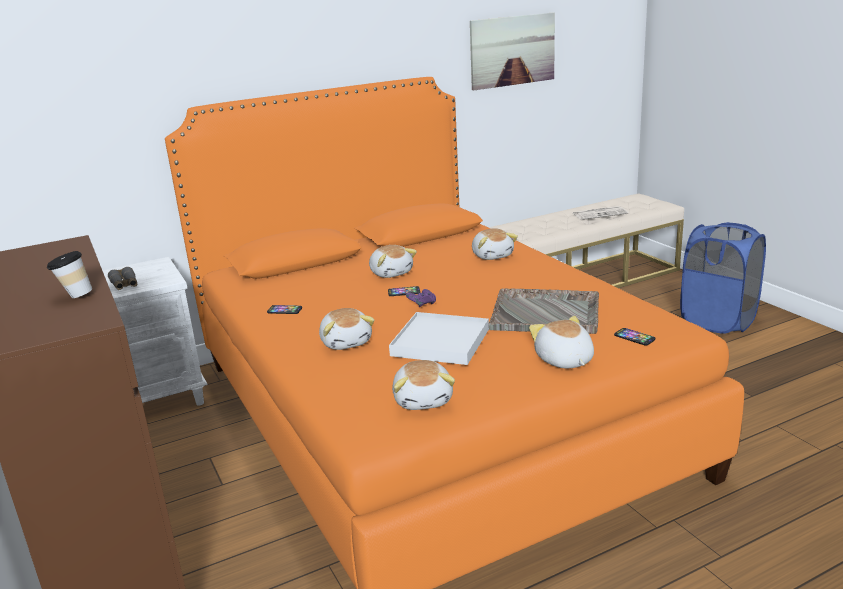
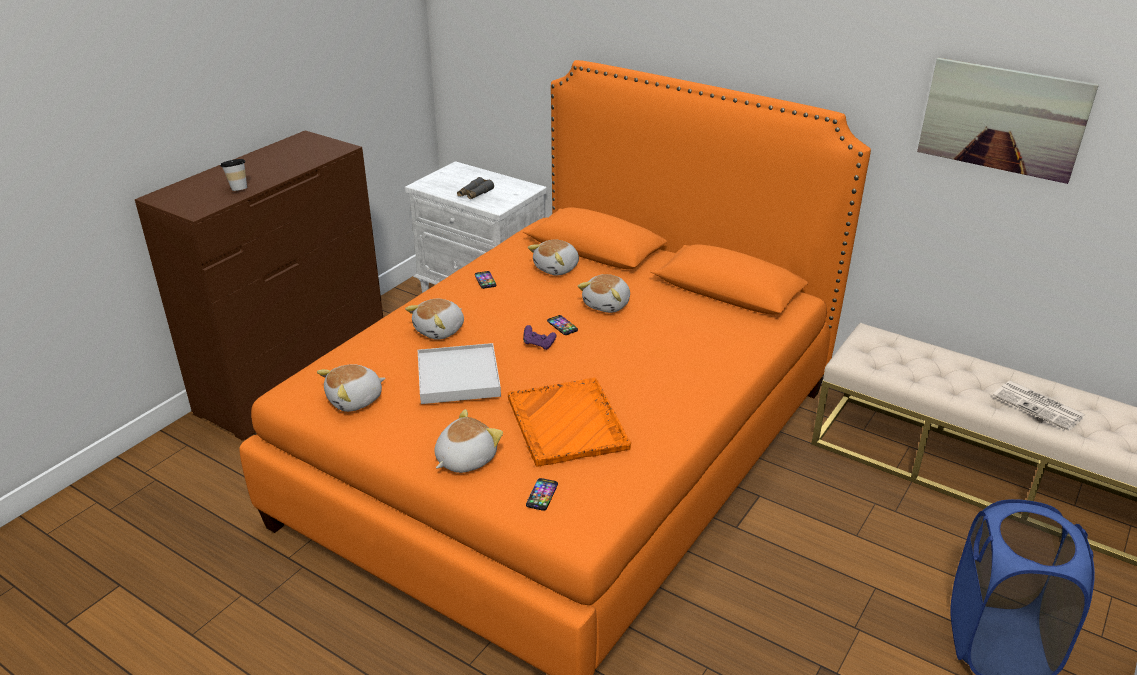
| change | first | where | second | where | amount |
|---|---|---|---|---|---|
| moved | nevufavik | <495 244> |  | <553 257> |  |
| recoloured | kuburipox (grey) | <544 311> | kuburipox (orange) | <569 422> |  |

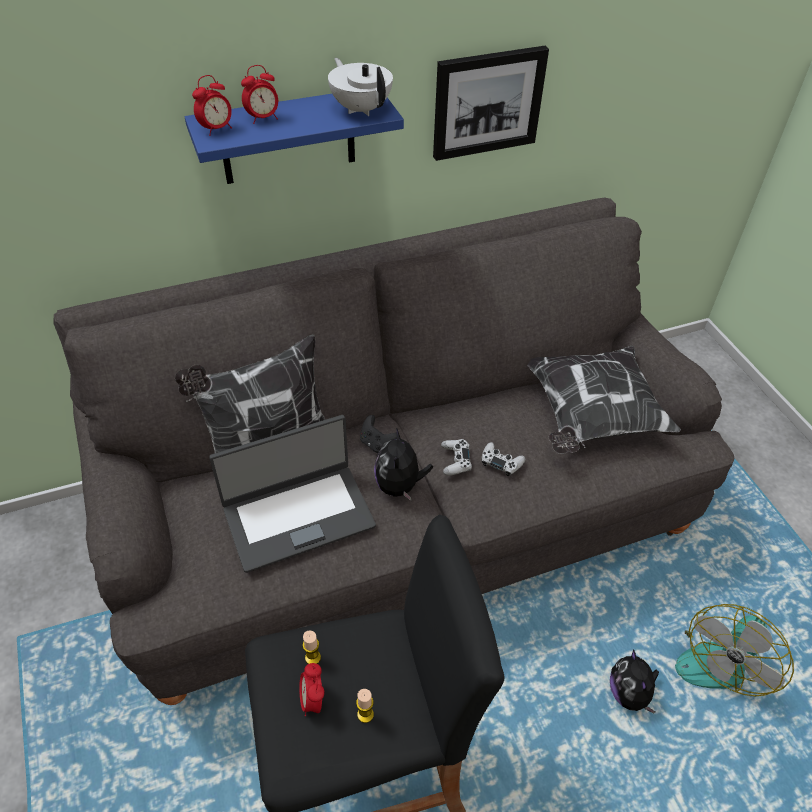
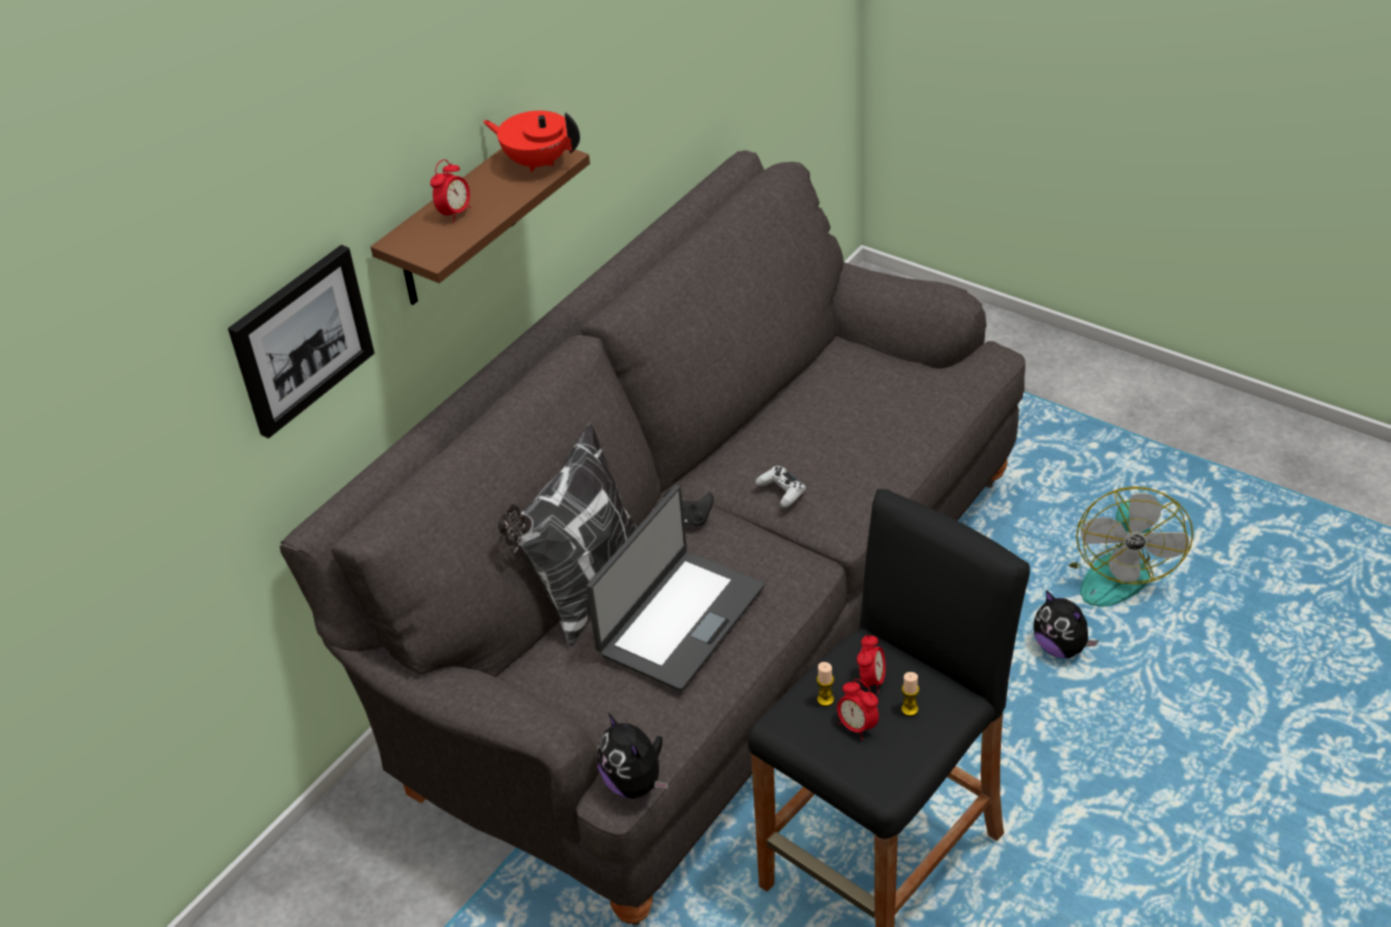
| change | first | where | second | where | amount |
|---|---|---|---|---|---|
| recoloured | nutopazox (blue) | <294 139> | nutopazox (brown) | <480 226> |  |
| moved | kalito | <212 105> |  | <871 664> |  |
| recoloured | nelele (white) | <360 87> | nelele (red) | <531 141> |  |
| moved | nevufavik | <403 464> |  | <633 755> |  |
| moved | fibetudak | <491 103> |  | <301 342> |  |
| removed | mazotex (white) | <503 459> |  |  |  |
| removed | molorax | <604 400> |  |  |  |

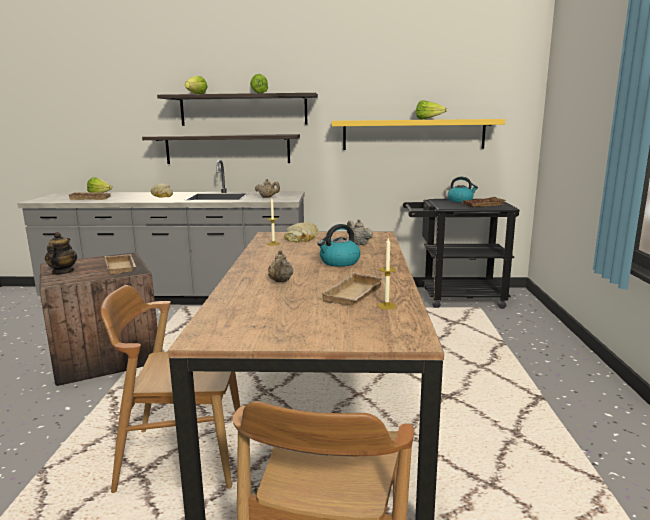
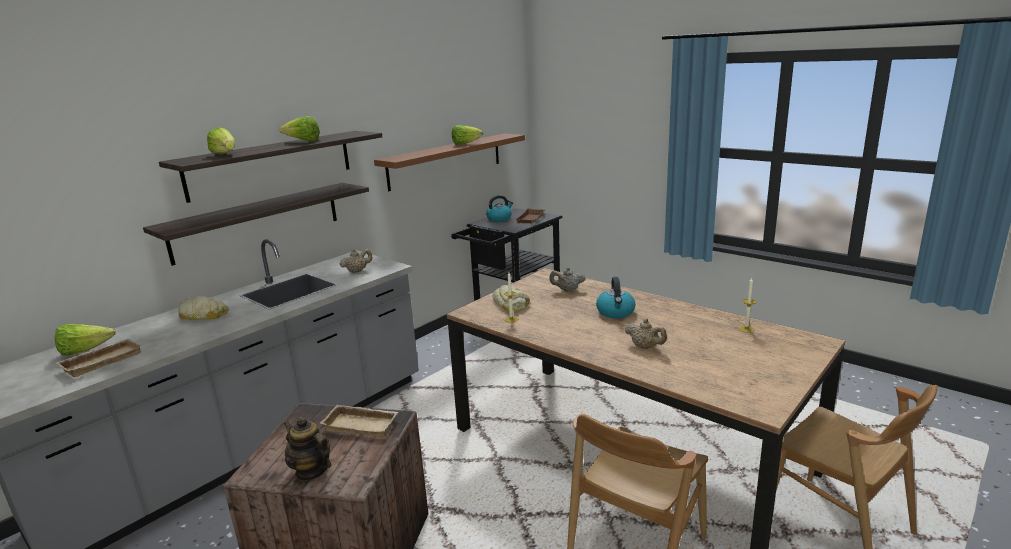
| change | first | where | second | where | amount |
|---|---|---|---|---|---|
| removed | kuburipox (beige) | <353 289> |  |  |  |
| recoloured | nutopazox (yellow) | <418 134> | nutopazox (brown) | <449 162> |  |

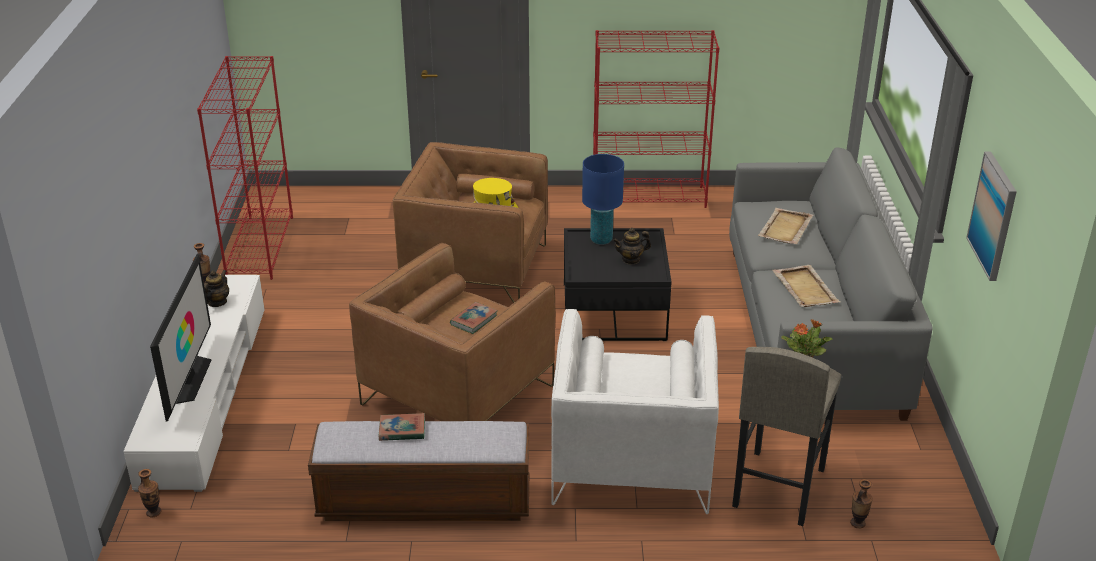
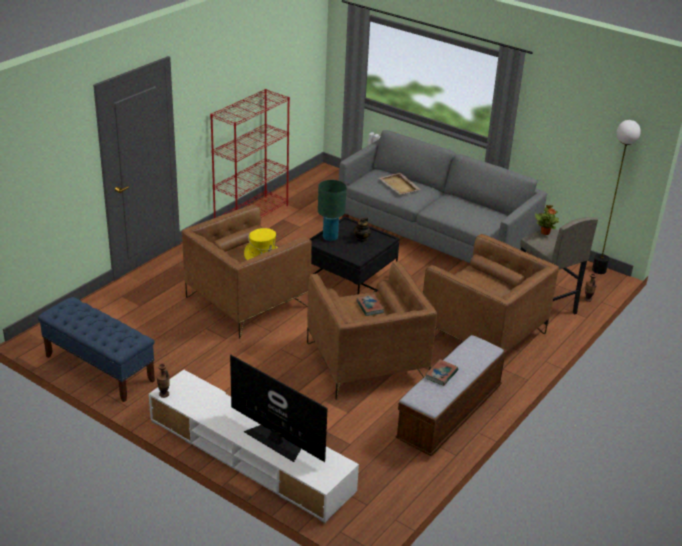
| change | first | where | second | where | amount |
|---|---|---|---|---|---|
| removed | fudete | <150 493> |  |  |  |
| replaced | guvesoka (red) | <245 168> | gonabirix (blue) | <96 349> |  |
| removed | nelele | <216 288> |  |  |  |
| recoloured | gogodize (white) | <635 411> | gogodize (brown) | <491 293> |  |
| recoloured | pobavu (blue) | <603 199> | pobavu (green) | <332 210> |  |
| removed | kuburipox (beige) | <806 286> |  |  |  |
| removed | fibetudak | <991 216> |  |  |  |
| added |  |  | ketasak | <616 197> |  |

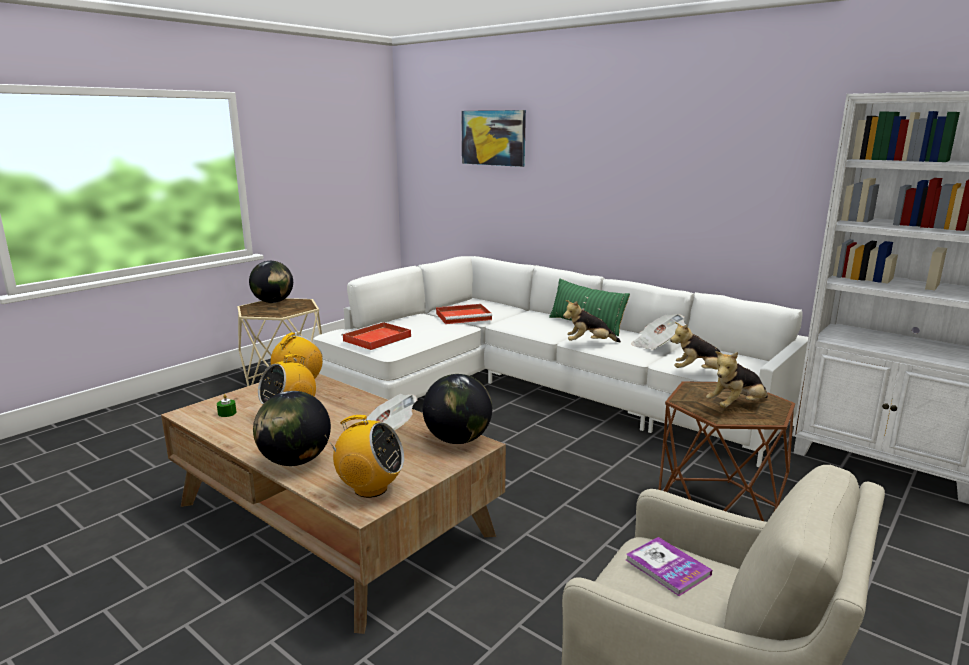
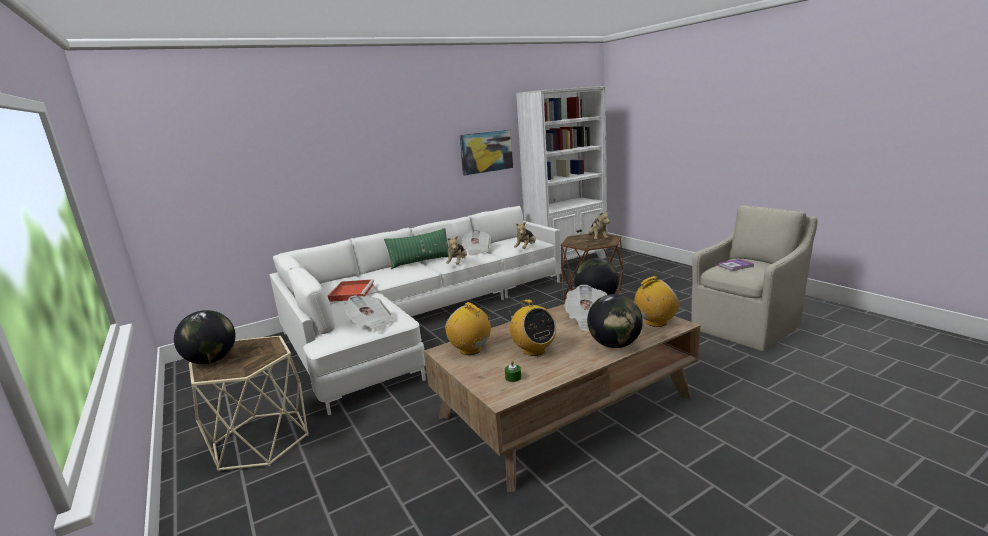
| change | first | where | second | where | amount |
|---|---|---|---|---|---|
| turned | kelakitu | <364 456> |  | <657 301> | 45 degrees clockwise |
| replaced | kuburipox (red) | <376 336> | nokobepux | <369 313> |  |
| moved | fibetudak | <493 138> |  | <486 153> |  |

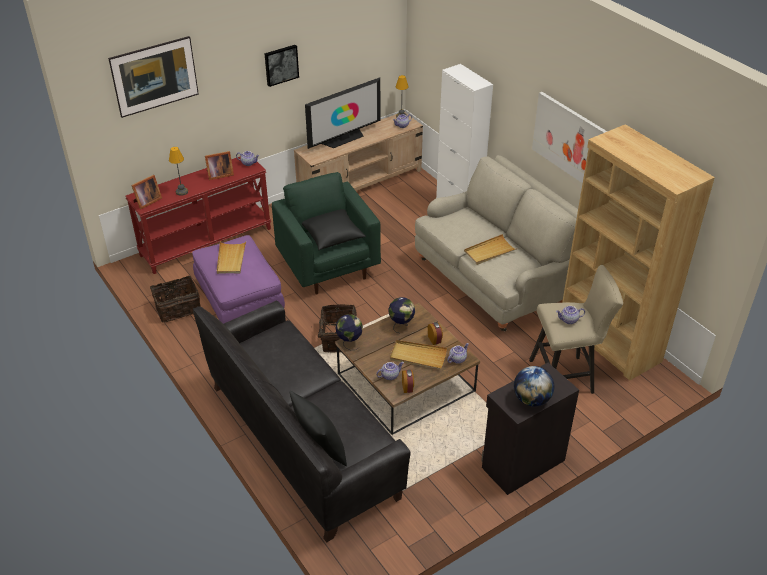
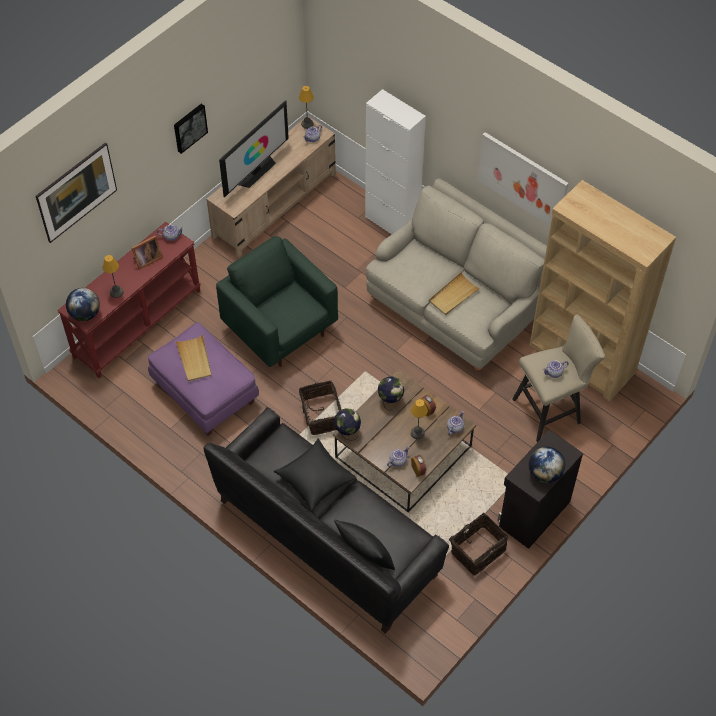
| change | first | where | second | where | amount |
|---|---|---|---|---|---|
| replaced | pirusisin | <146 192> | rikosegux | <83 304> |  |
| moved | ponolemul | <175 299> |  | <478 544> |  |
| moved | molorax (black) | <334 229> |  | <315 475> |  |
| replaced | kuburipox (beige) | <418 354> | pobavu | <419 419> |  |

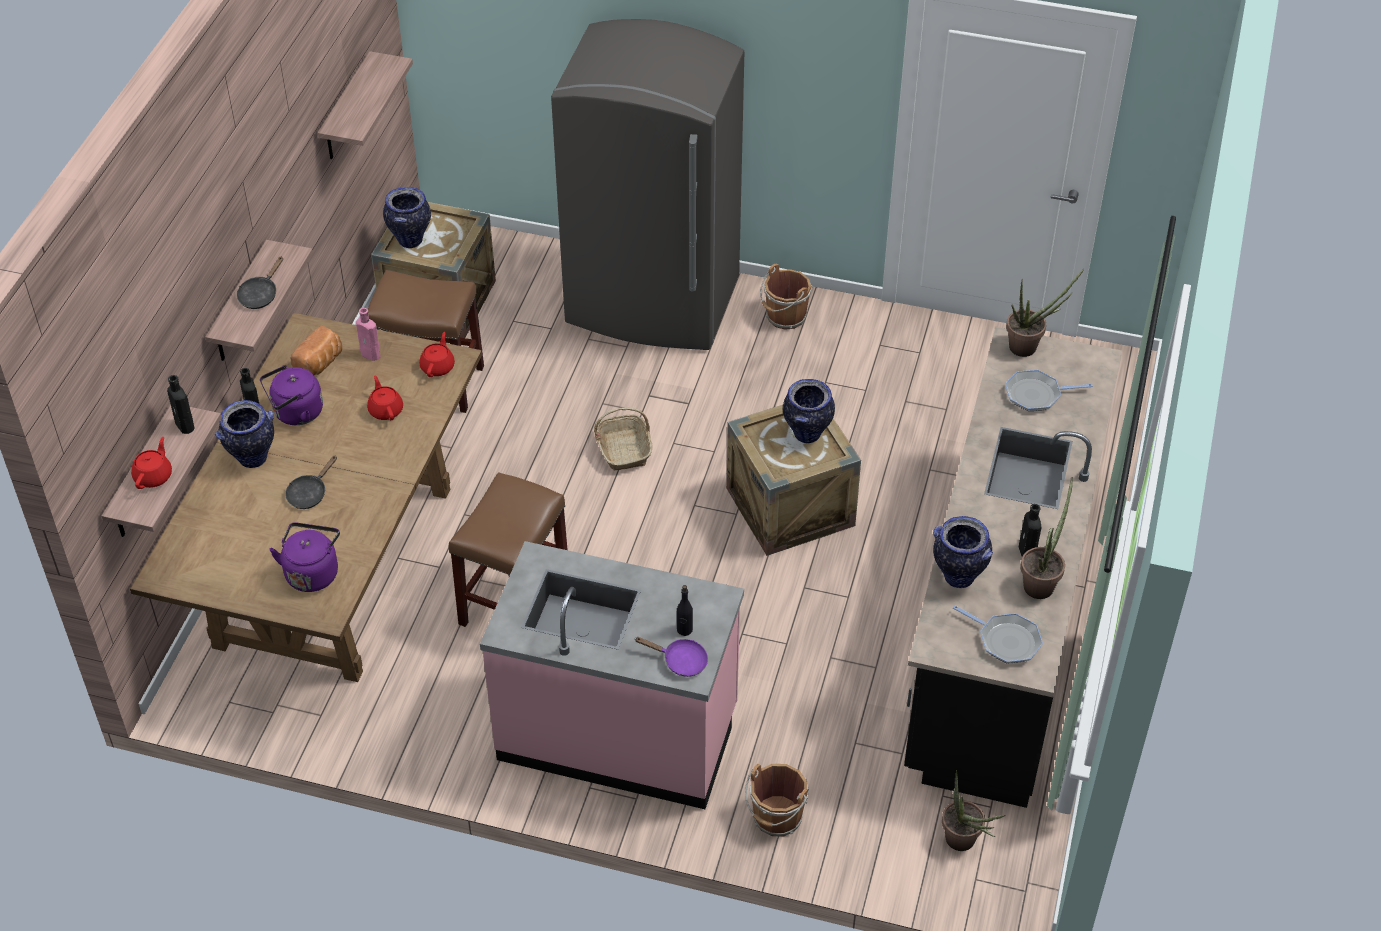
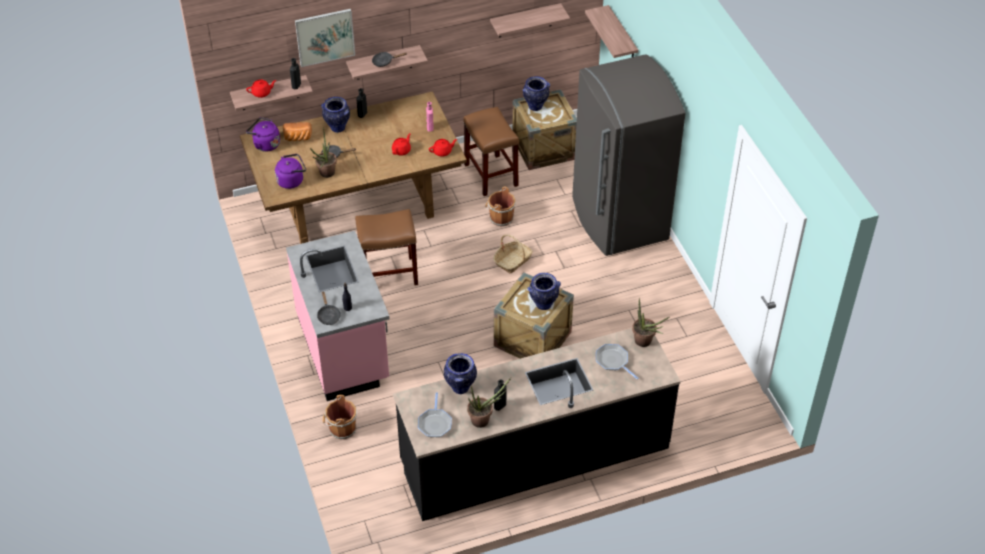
| change | first | where | second | where | amount |
|---|---|---|---|---|---|
| moved | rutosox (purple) | <291 395> |  | <263 134> |  |
| moved | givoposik | <316 351> |  | <297 131> |  |
| recoloured | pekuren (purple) | <671 657> | pekuren (black) | <329 308> |  |
| moved | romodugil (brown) | <786 297> |  | <500 207> |  |
| moved | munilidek | <974 810> |  | <323 152> |  |
| added |  |  | fibetudak | <325 38> |  |
| added |  |  | nutopazox | <611 31> |  |

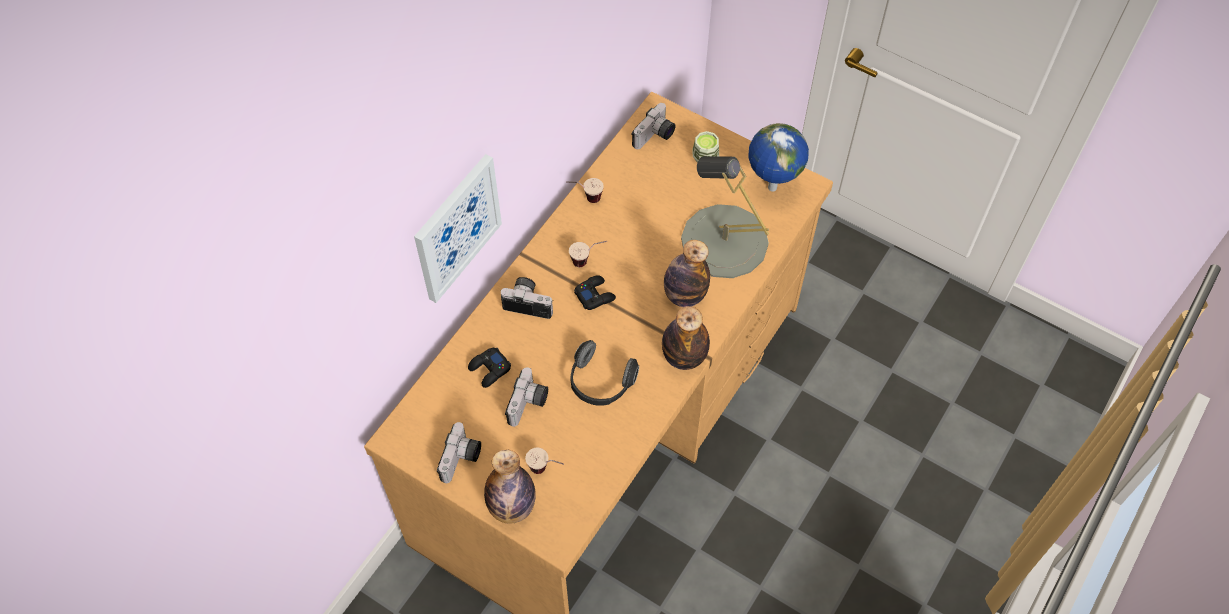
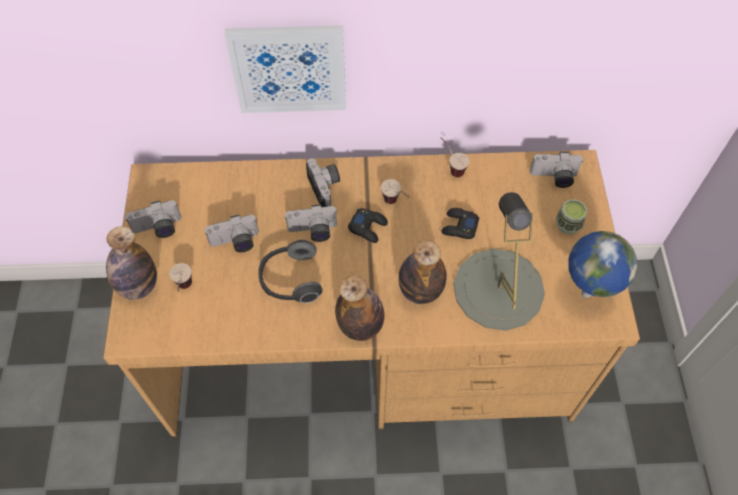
| change | first | where | second | where | amount |
|---|---|---|---|---|---|
| moved | mazotex (black) | <489 368> |  | <460 223> |  |
| added |  |  | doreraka | <311 223> |  |

